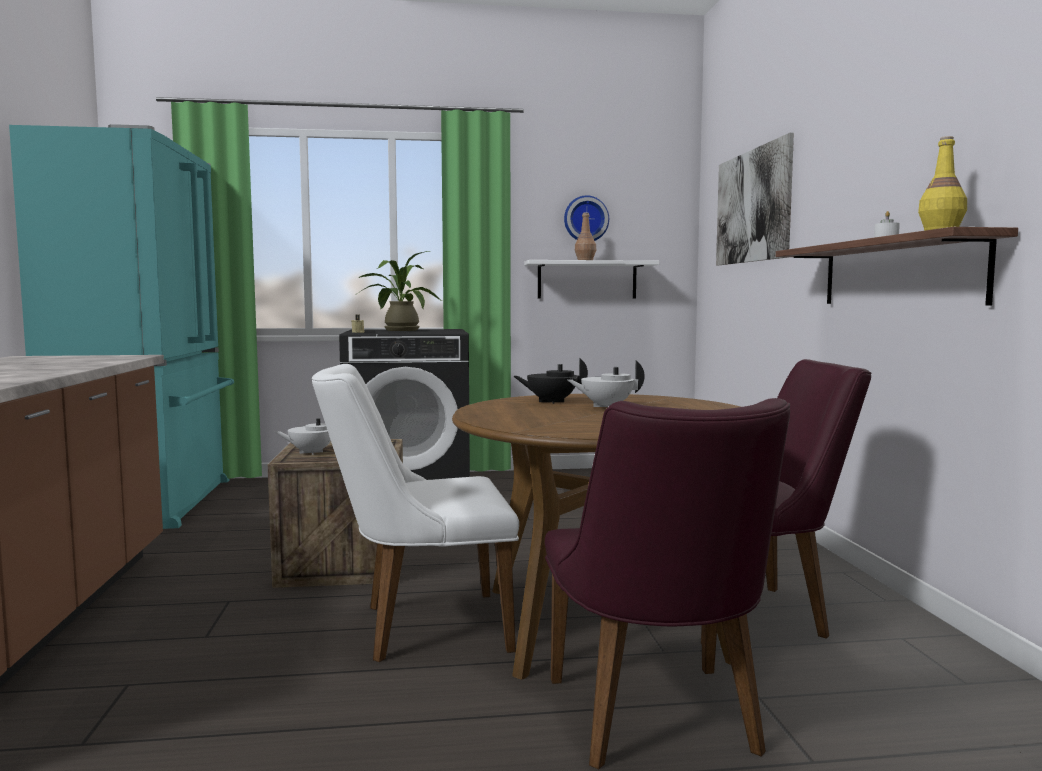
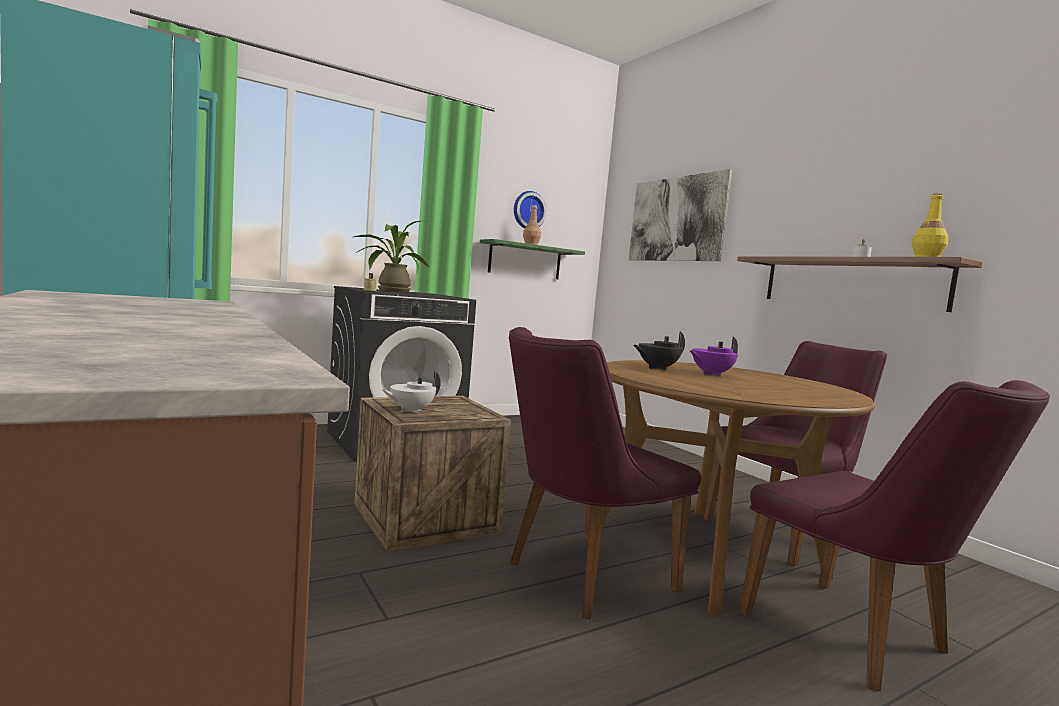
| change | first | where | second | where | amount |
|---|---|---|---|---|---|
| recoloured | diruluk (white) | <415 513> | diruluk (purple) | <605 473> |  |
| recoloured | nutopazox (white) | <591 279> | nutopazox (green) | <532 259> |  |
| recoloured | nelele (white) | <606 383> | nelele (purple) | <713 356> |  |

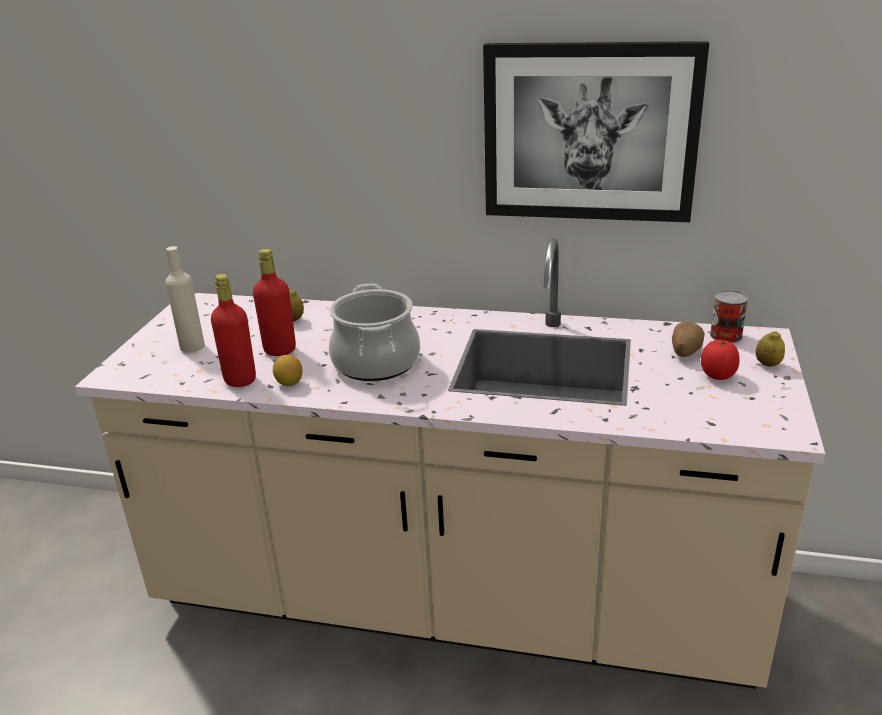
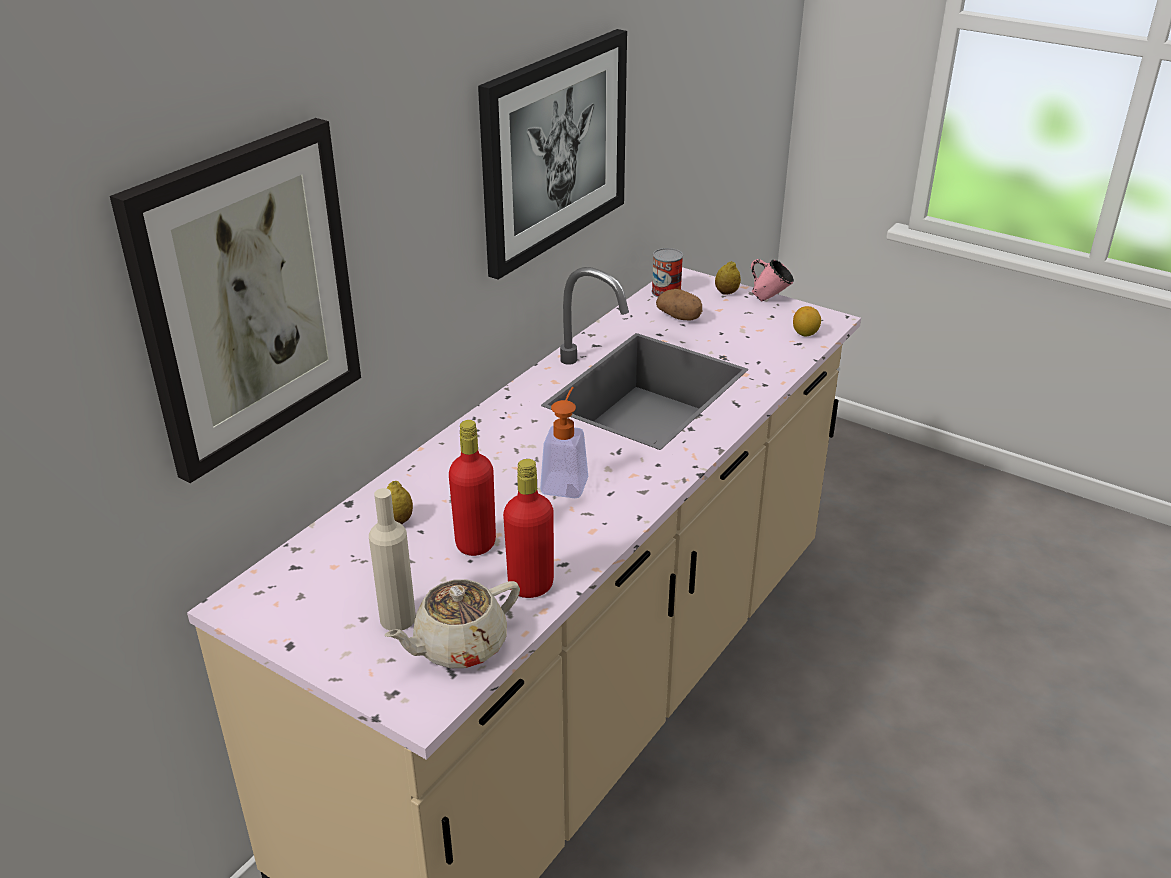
| change | first | where | second | where | amount |
|---|---|---|---|---|---|
| moved | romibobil | <288 370> |  | <807 321> |  |
| replaced | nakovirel | <374 332> | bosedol | <564 442> |  |
| removed | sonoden | <720 360> |  |  |  |
| added |  |  | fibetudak | <235 300> |  |
| added |  |  | nelele (beige) | <452 623> |  |
| added |  |  | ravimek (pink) | <772 280> |  |

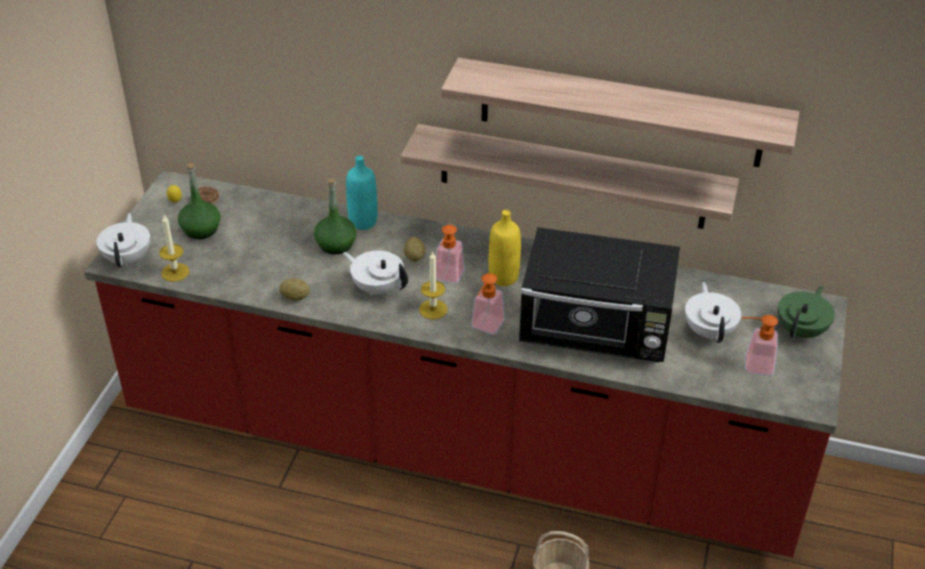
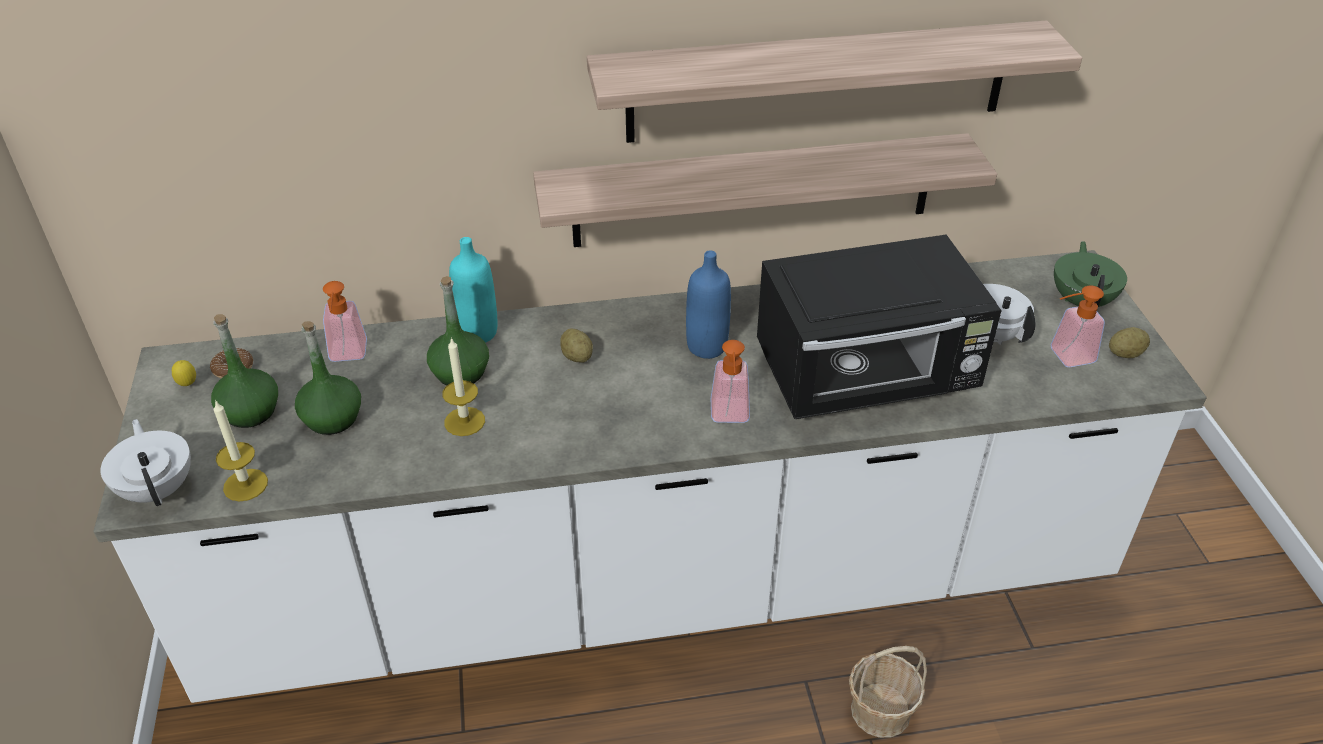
| change | first | where | second | where | amount |
|---|---|---|---|---|---|
| recoloured | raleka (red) | <465 364> | raleka (white) | <650 476> |  |
| moved | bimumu | <294 289> |  | <1129 342> |  |
| removed | nelele (white) | <375 273> |  |  |  |
| moved | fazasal | <433 285> |  | <463 386> |  |
| moved | bosedol | <450 254> |  | <345 321> |  |
| recoloured | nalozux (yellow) | <505 248> | nalozux (blue) | <708 304> |  |
| added |  |  | nalozux (green) | <328 378> |  |

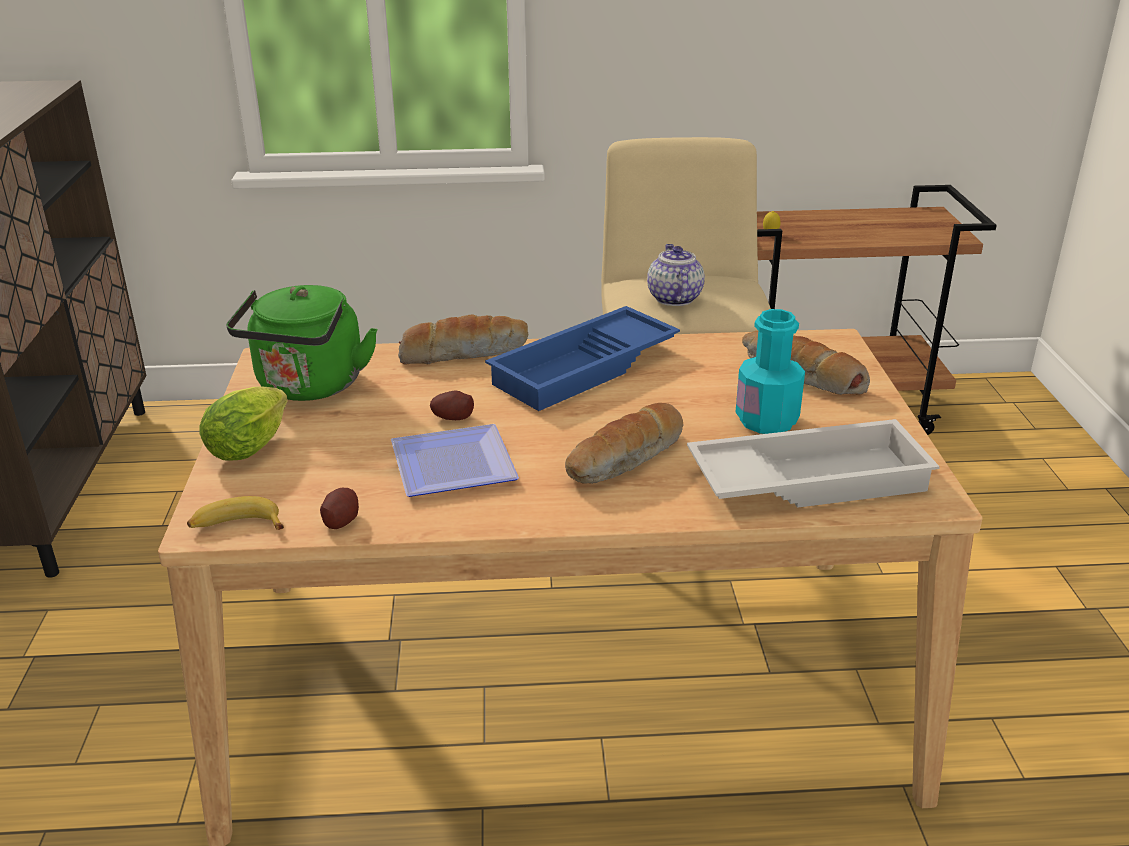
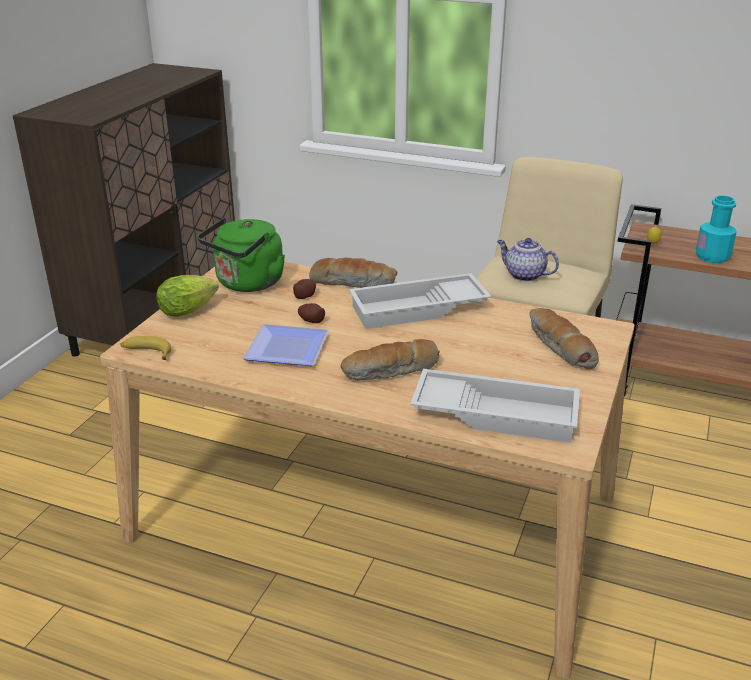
| change | first | where | second | where | amount |
|---|---|---|---|---|---|
| moved | bimumu | <339 508> |  | <304 289> |  |
| recoloured | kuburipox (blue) | <582 358> | kuburipox (white) | <420 301> |  |
| turned | nelele | <676 275> |  | <528 260> | 75 degrees counterclockwise |
| moved | nalozux (turquoise) | <770 371> |  | <716 229> |  |

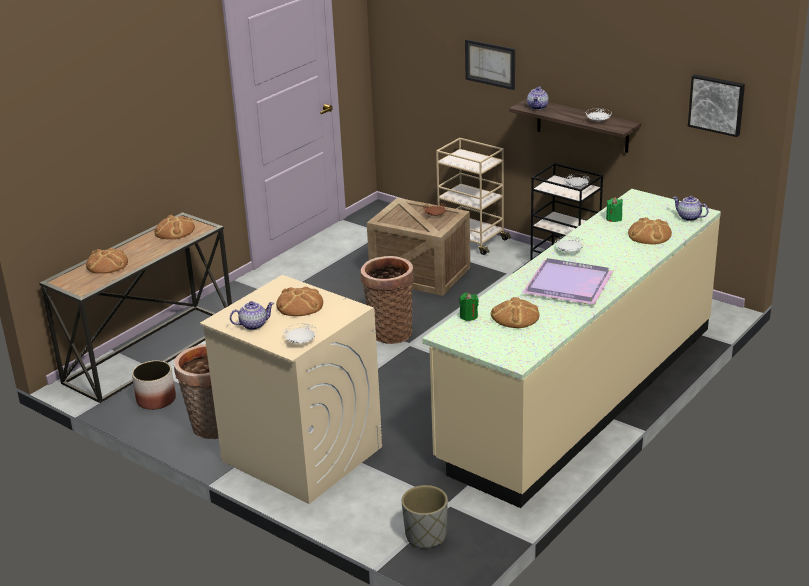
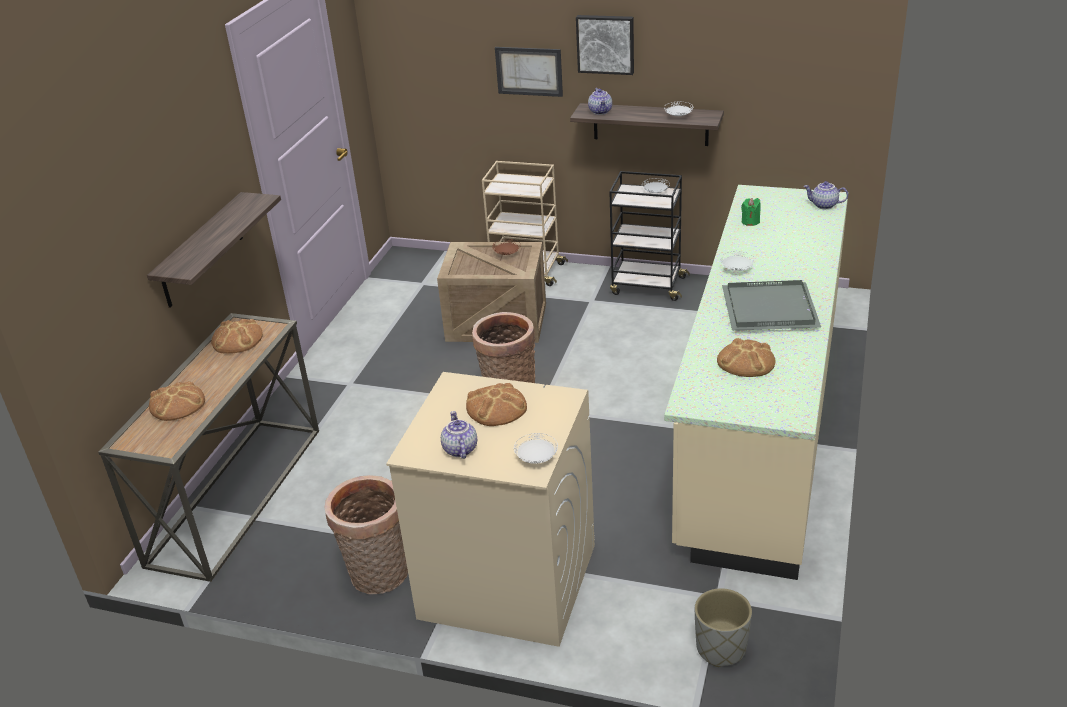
| change | first | where | second | where | amount |
|---|---|---|---|---|---|
| removed | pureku | <154 385> |  |  |  |
| turned | nelele | <252 315> |  | <459 435> | 60 degrees counterclockwise |
| removed | fazasal (green) | <469 307> |  |  |  |
| recoloured | kuburipox (purple) | <567 281> | kuburipox (grey) | <771 305> |  |
| removed | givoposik | <650 230> |  |  |  |
| moved | fibetudak | <716 105> |  | <605 45> |  |
| added |  |  | nutopazox | <214 250> |  |

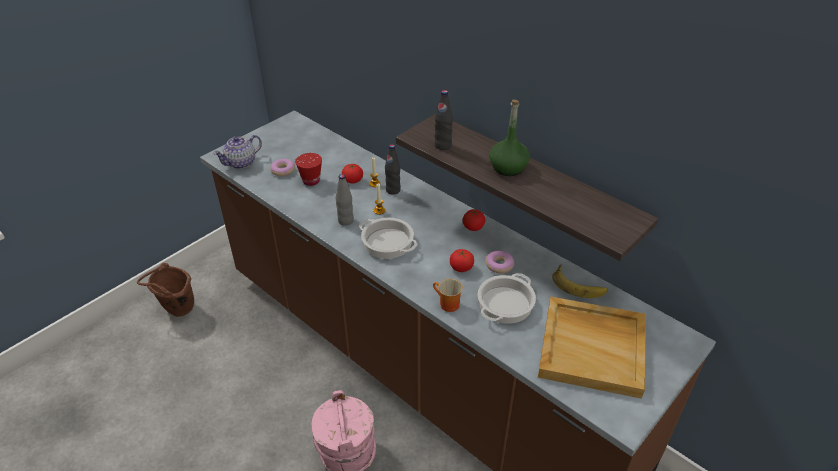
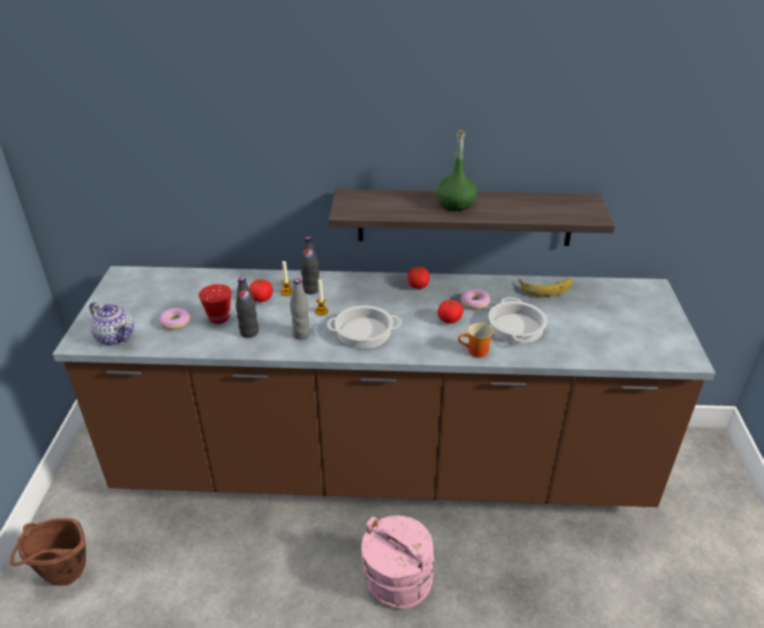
| change | first | where | second | where | amount |
|---|---|---|---|---|---|
| turned | nelele | <237 152> |  | <111 323> | 60 degrees counterclockwise |
| moved | nalozux (black) | <443 120> |  | <247 307> |  |
| removed | kuburipox (beige) | <592 348> |  |  |  |

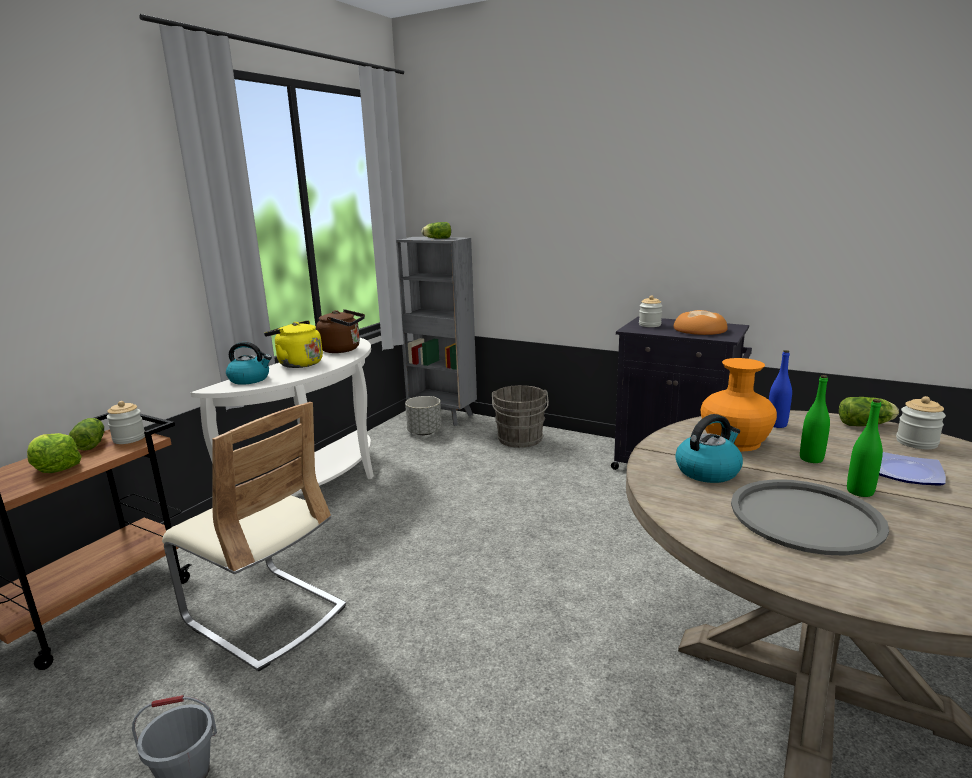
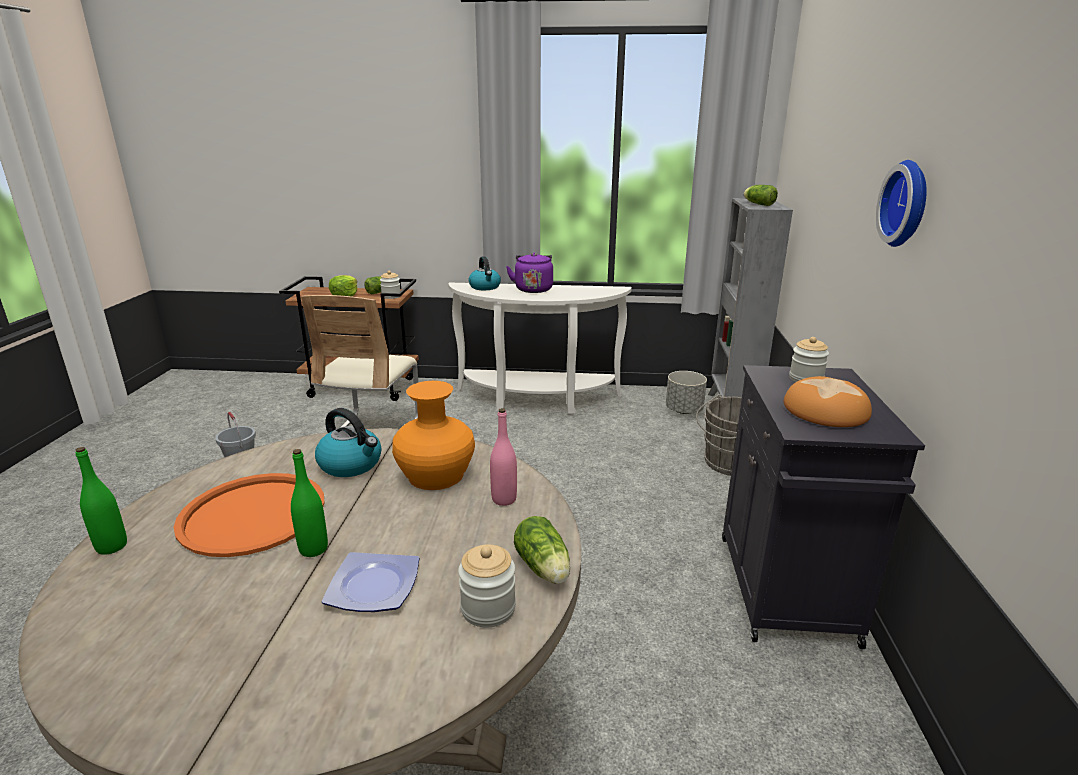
| change | first | where | second | where | amount |
|---|---|---|---|---|---|
| recoloured | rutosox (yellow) | <293 344> | rutosox (purple) | <529 273> |  |
| removed | rutosox (brown) | <340 331> |  |  |  |
| recoloured | kuburipox (grey) | <810 517> | kuburipox (orange) | <249 515> |  |
| recoloured | nalozux (blue) | <780 389> | nalozux (pink) | <503 457> |  |
| moved | nalozux (green) | <815 419> |  | <101 501> |  |
| added |  |  | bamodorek | <901 203> |  |

